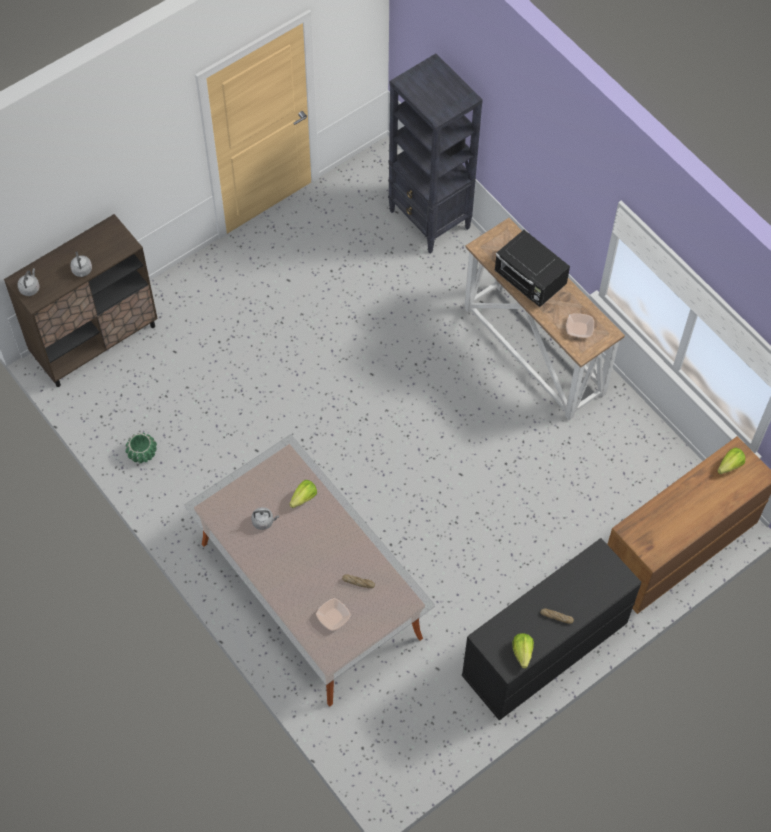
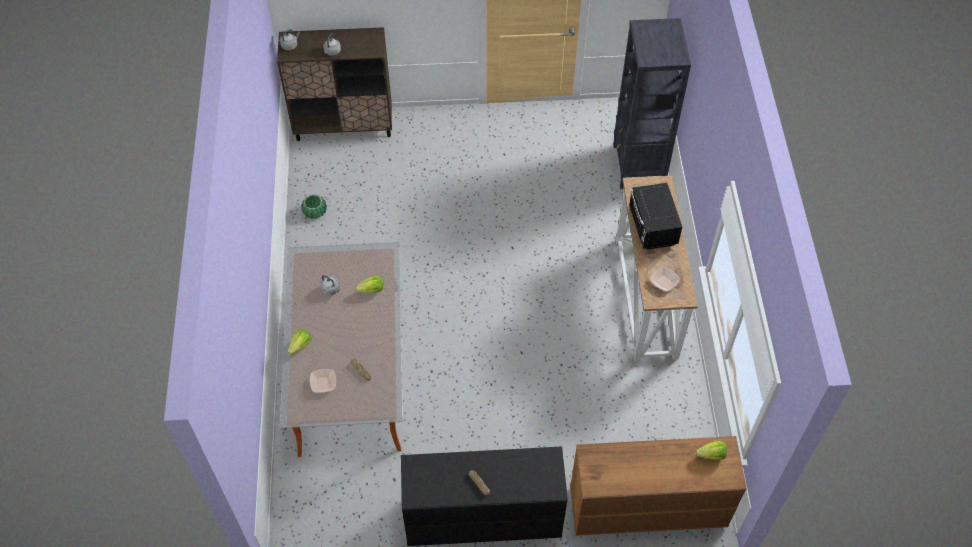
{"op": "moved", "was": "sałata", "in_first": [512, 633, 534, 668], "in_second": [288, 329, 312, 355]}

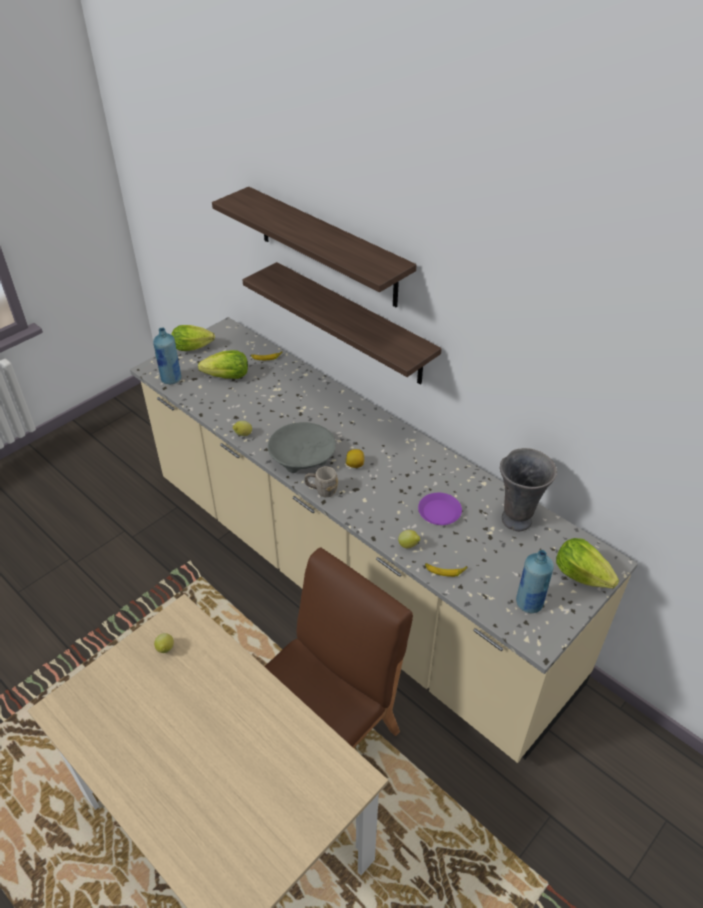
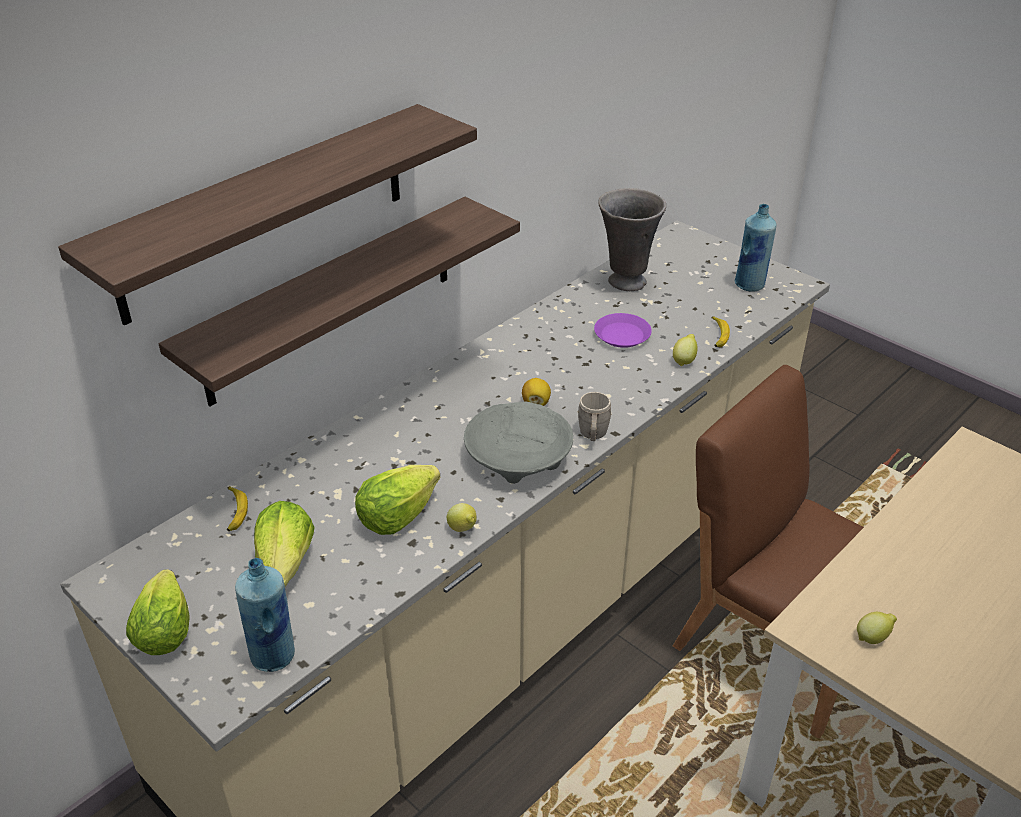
{"op": "moved", "was": "sałata", "in_first": [556, 538, 619, 588], "in_second": [355, 465, 440, 535]}

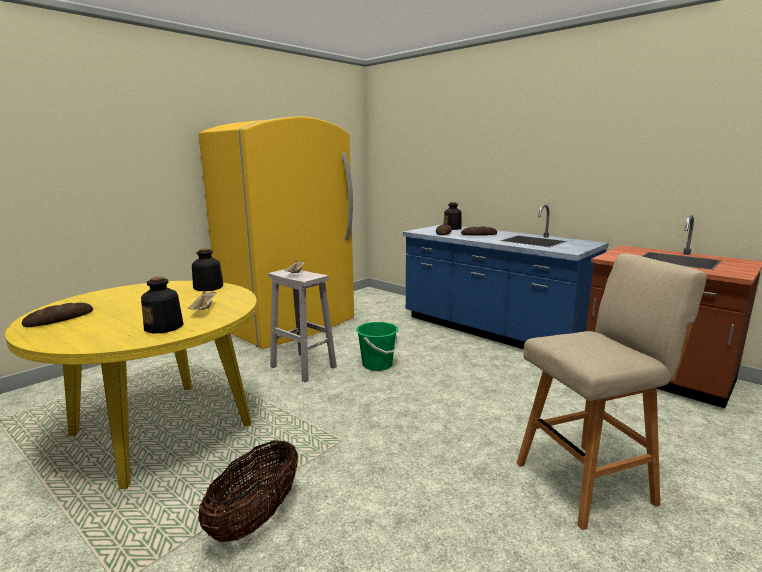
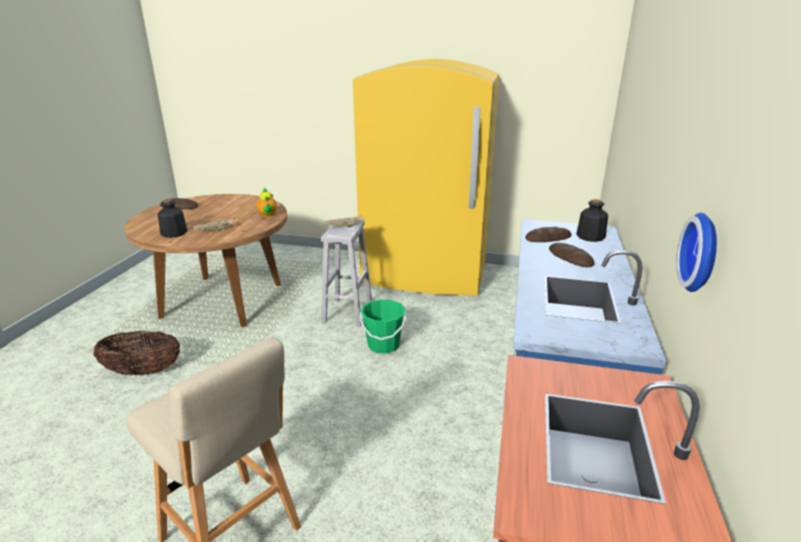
{"op": "added", "now": "zegar ścienny", "in_second": [676, 212, 717, 292]}
{"op": "replaced", "was": "butelka", "now": "imbryk", "in_first": [192, 248, 224, 291], "in_second": [257, 188, 277, 217]}
{"op": "recoloured", "was": "stół jadalny [żółty]", "now": "stół jadalny [brązowy]", "in_first": [5, 281, 257, 489], "in_second": [125, 194, 287, 327]}

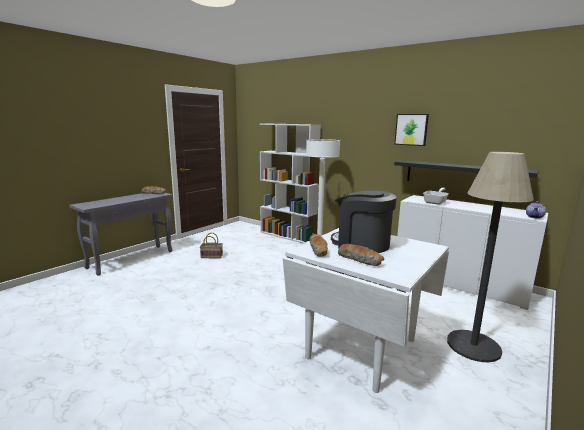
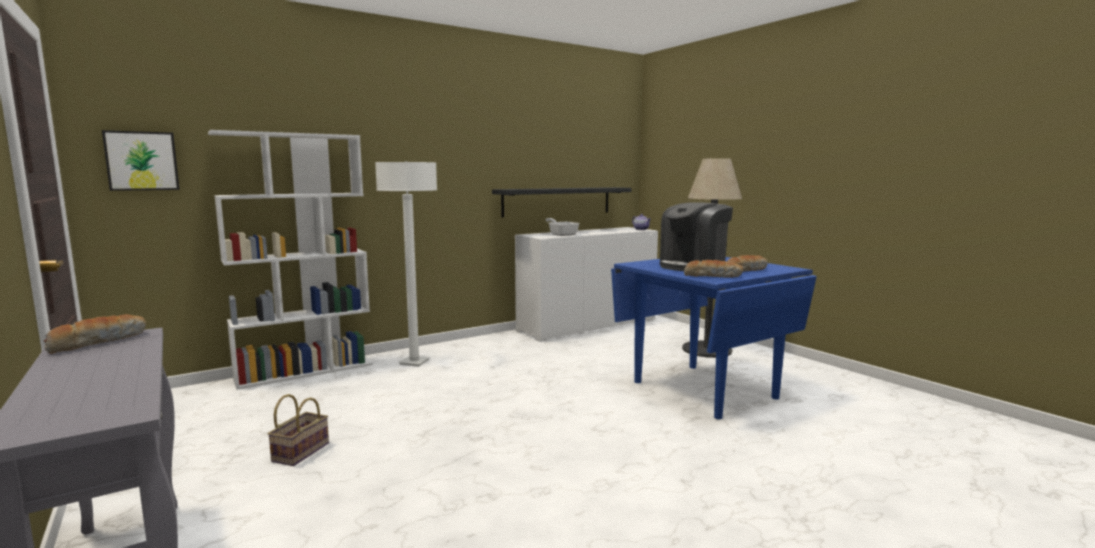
{"op": "moved", "was": "obraz", "in_first": [394, 114, 429, 146], "in_second": [102, 130, 180, 191]}
{"op": "recoloured", "was": "stół jadalny [biały]", "now": "stół jadalny [niebieski]", "in_first": [283, 228, 449, 393], "in_second": [611, 257, 817, 420]}

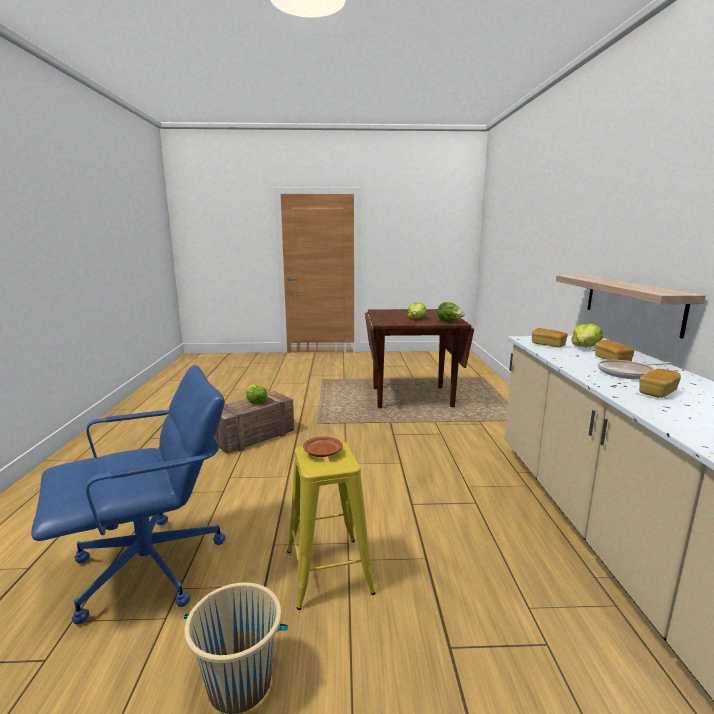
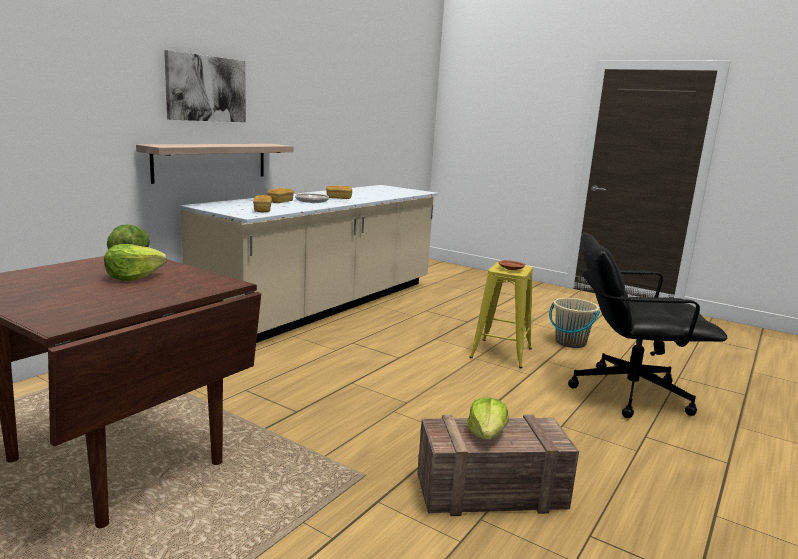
{"op": "removed", "was": "sałata", "in_first": [571, 323, 603, 347]}
{"op": "added", "now": "obraz", "in_second": [164, 50, 246, 122]}
{"op": "recoloured", "was": "krzesło biurowe [niebieski]", "now": "krzesło biurowe [czarny]", "in_first": [31, 365, 225, 625], "in_second": [568, 233, 727, 418]}

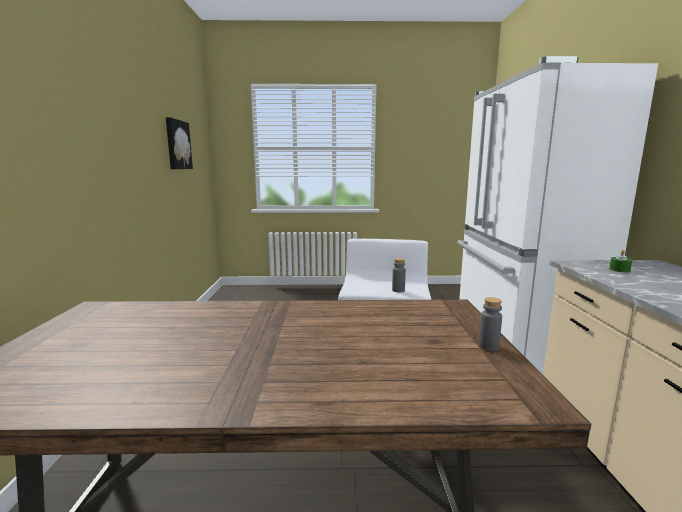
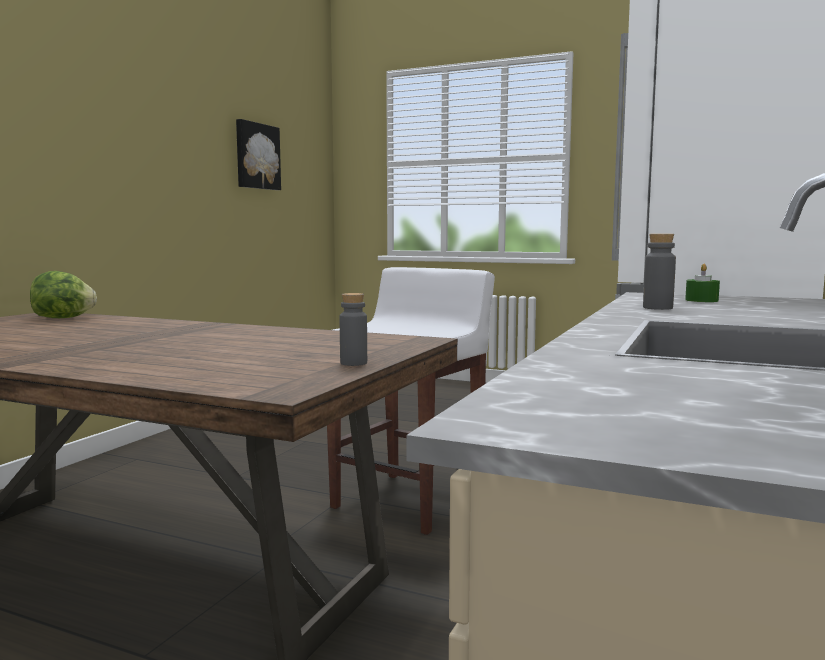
{"op": "added", "now": "sałata", "in_second": [30, 271, 97, 318]}
{"op": "moved", "was": "butelka [szary]", "in_first": [392, 258, 406, 293], "in_second": [643, 234, 676, 310]}

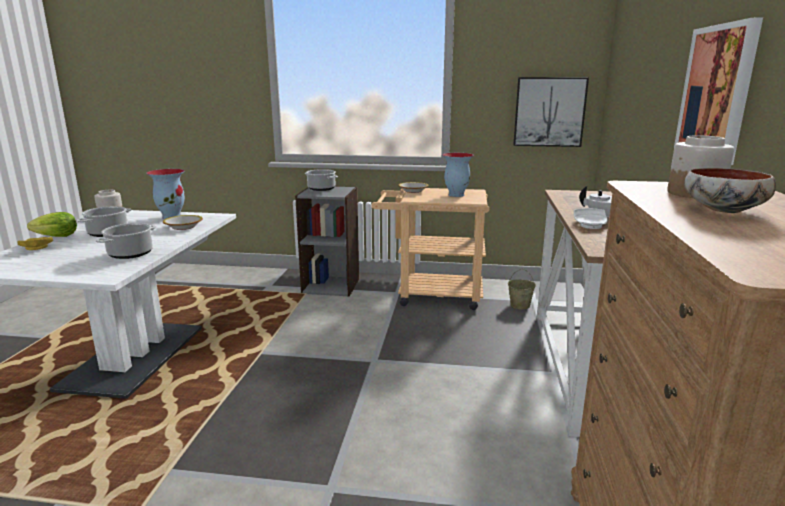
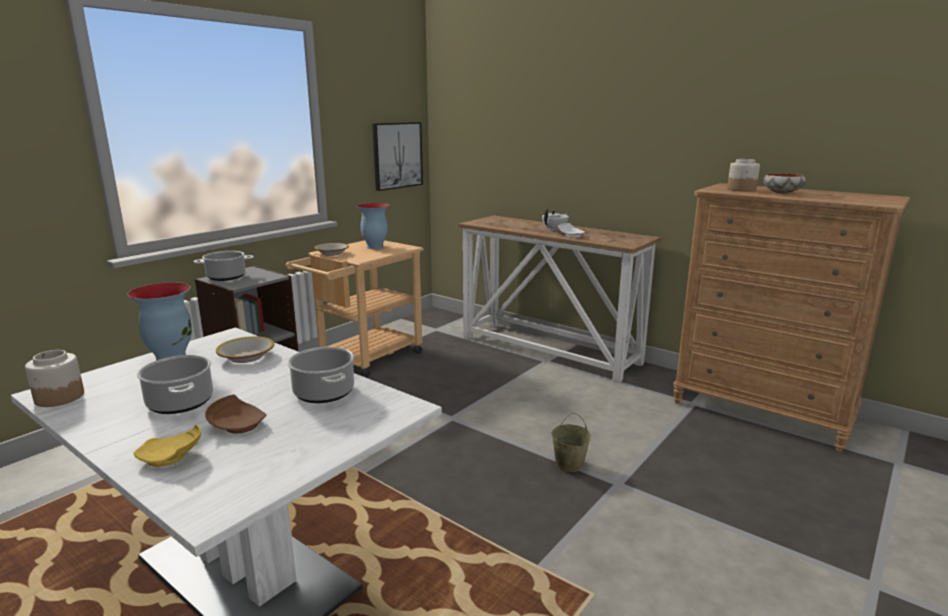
{"op": "removed", "was": "sałata", "in_first": [27, 212, 77, 237]}
{"op": "removed", "was": "obraz", "in_first": [674, 18, 763, 165]}
{"op": "added", "now": "talerz [brązowy]", "in_second": [205, 394, 266, 434]}
{"op": "moved", "was": "wiadro [beżowy]", "in_first": [508, 269, 536, 310], "in_second": [552, 413, 591, 472]}

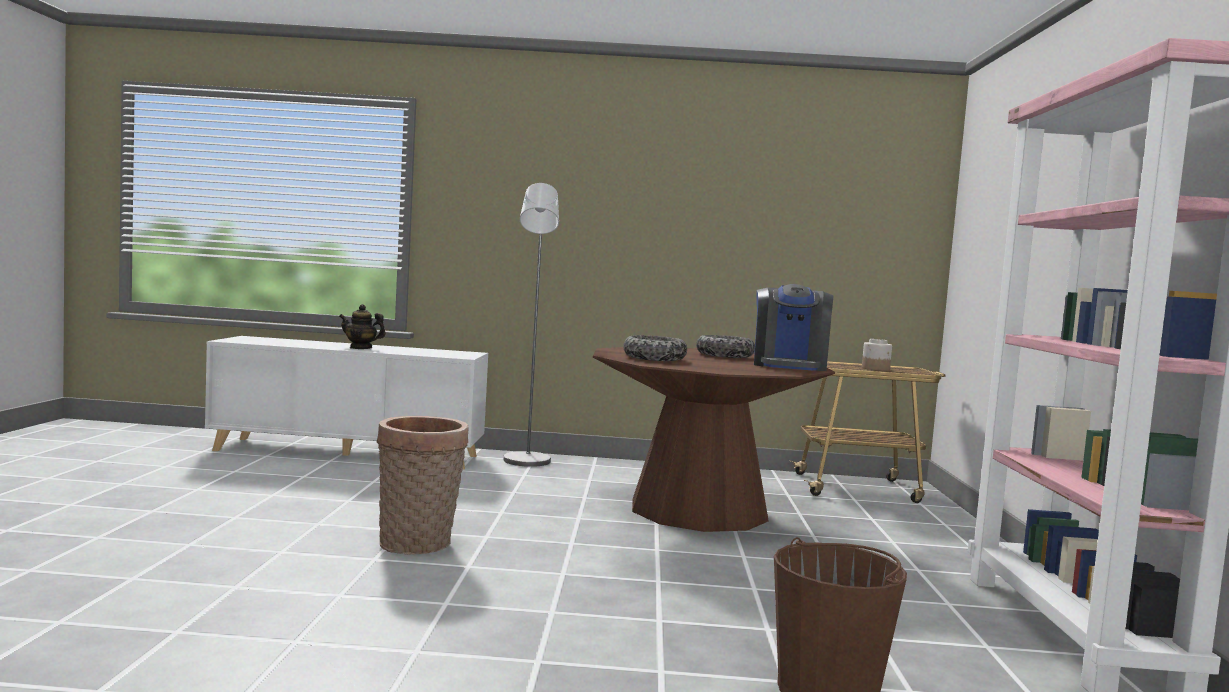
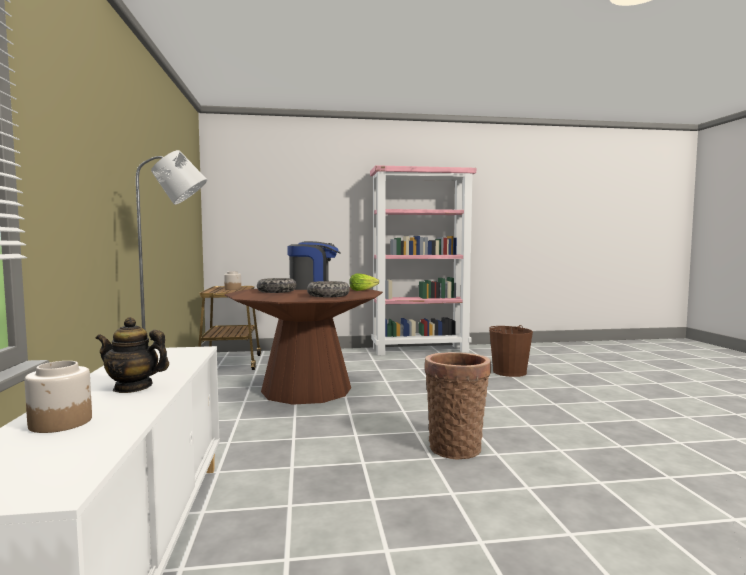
{"op": "added", "now": "słoik", "in_second": [24, 361, 92, 433]}
{"op": "added", "now": "sałata", "in_second": [349, 274, 379, 291]}
{"op": "turned", "was": "imbryk", "in_first": [339, 304, 386, 349], "in_second": [96, 317, 169, 393], "clockwise": 105}

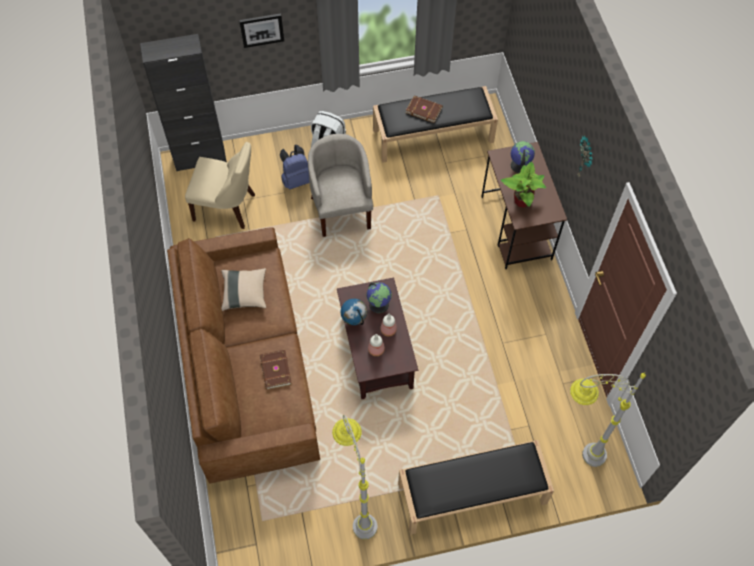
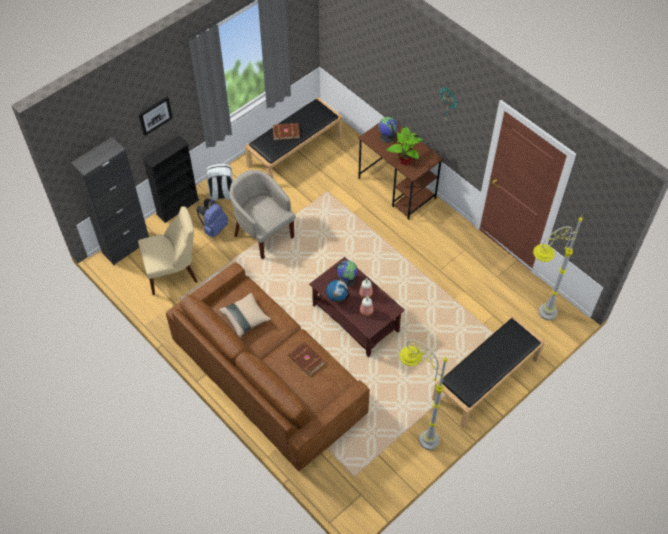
{"op": "added", "now": "regał [czarny]", "in_second": [142, 135, 199, 223]}

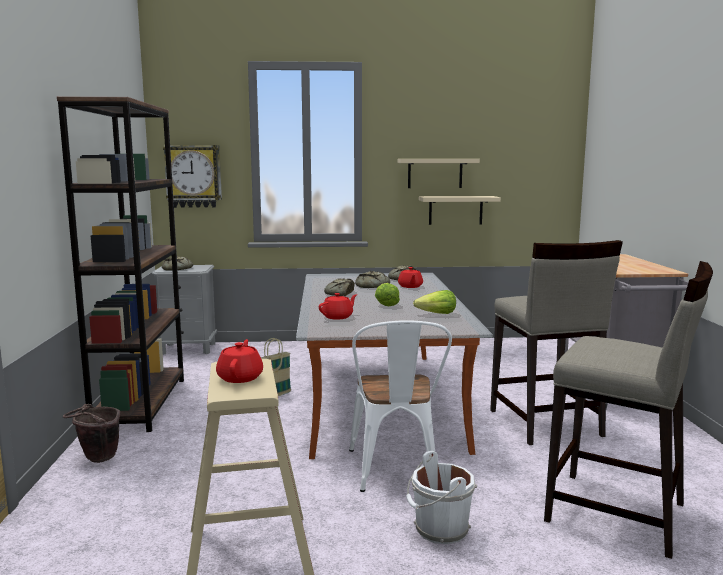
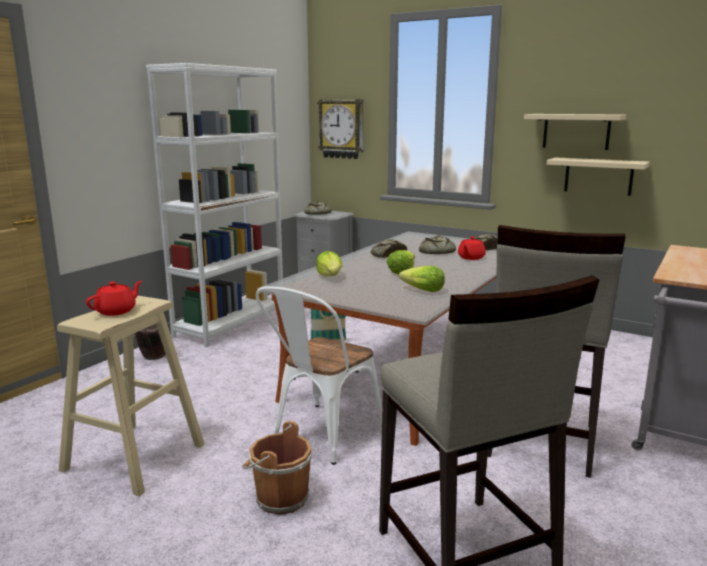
{"op": "replaced", "was": "imbryk [czerwony]", "now": "sałata", "in_first": [319, 293, 357, 320], "in_second": [316, 251, 342, 276]}
{"op": "recoloured", "was": "regał [brązowy]", "now": "regał [biały]", "in_first": [57, 96, 184, 432], "in_second": [146, 63, 283, 347]}
{"op": "recoloured", "was": "wiadro [biały]", "now": "wiadro [brązowy]", "in_first": [406, 451, 477, 544], "in_second": [242, 421, 312, 515]}

